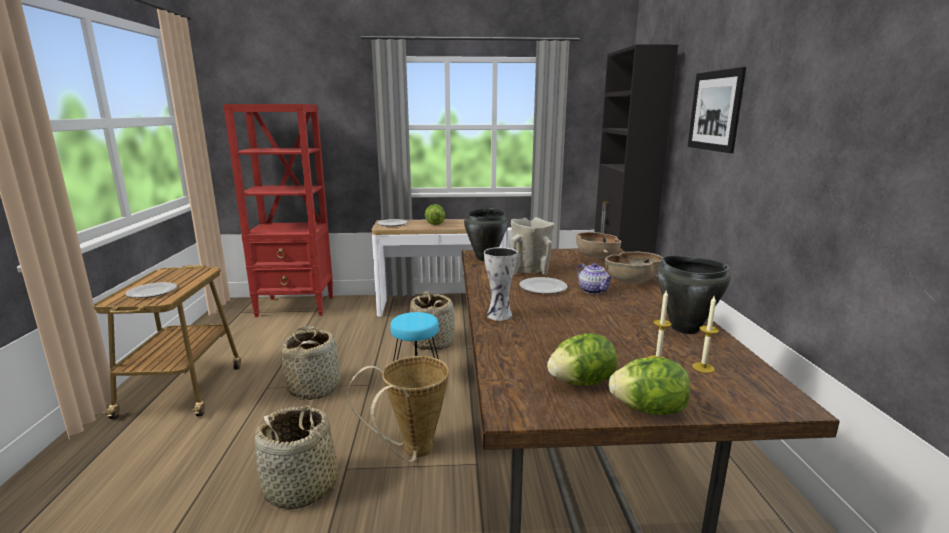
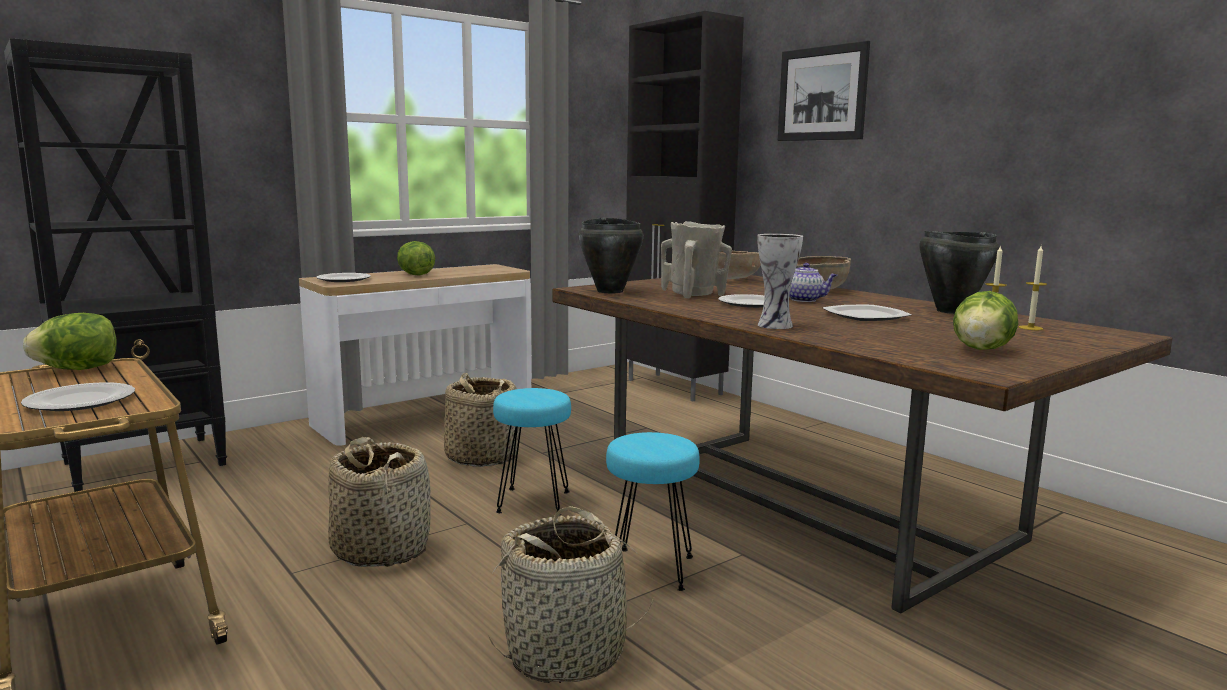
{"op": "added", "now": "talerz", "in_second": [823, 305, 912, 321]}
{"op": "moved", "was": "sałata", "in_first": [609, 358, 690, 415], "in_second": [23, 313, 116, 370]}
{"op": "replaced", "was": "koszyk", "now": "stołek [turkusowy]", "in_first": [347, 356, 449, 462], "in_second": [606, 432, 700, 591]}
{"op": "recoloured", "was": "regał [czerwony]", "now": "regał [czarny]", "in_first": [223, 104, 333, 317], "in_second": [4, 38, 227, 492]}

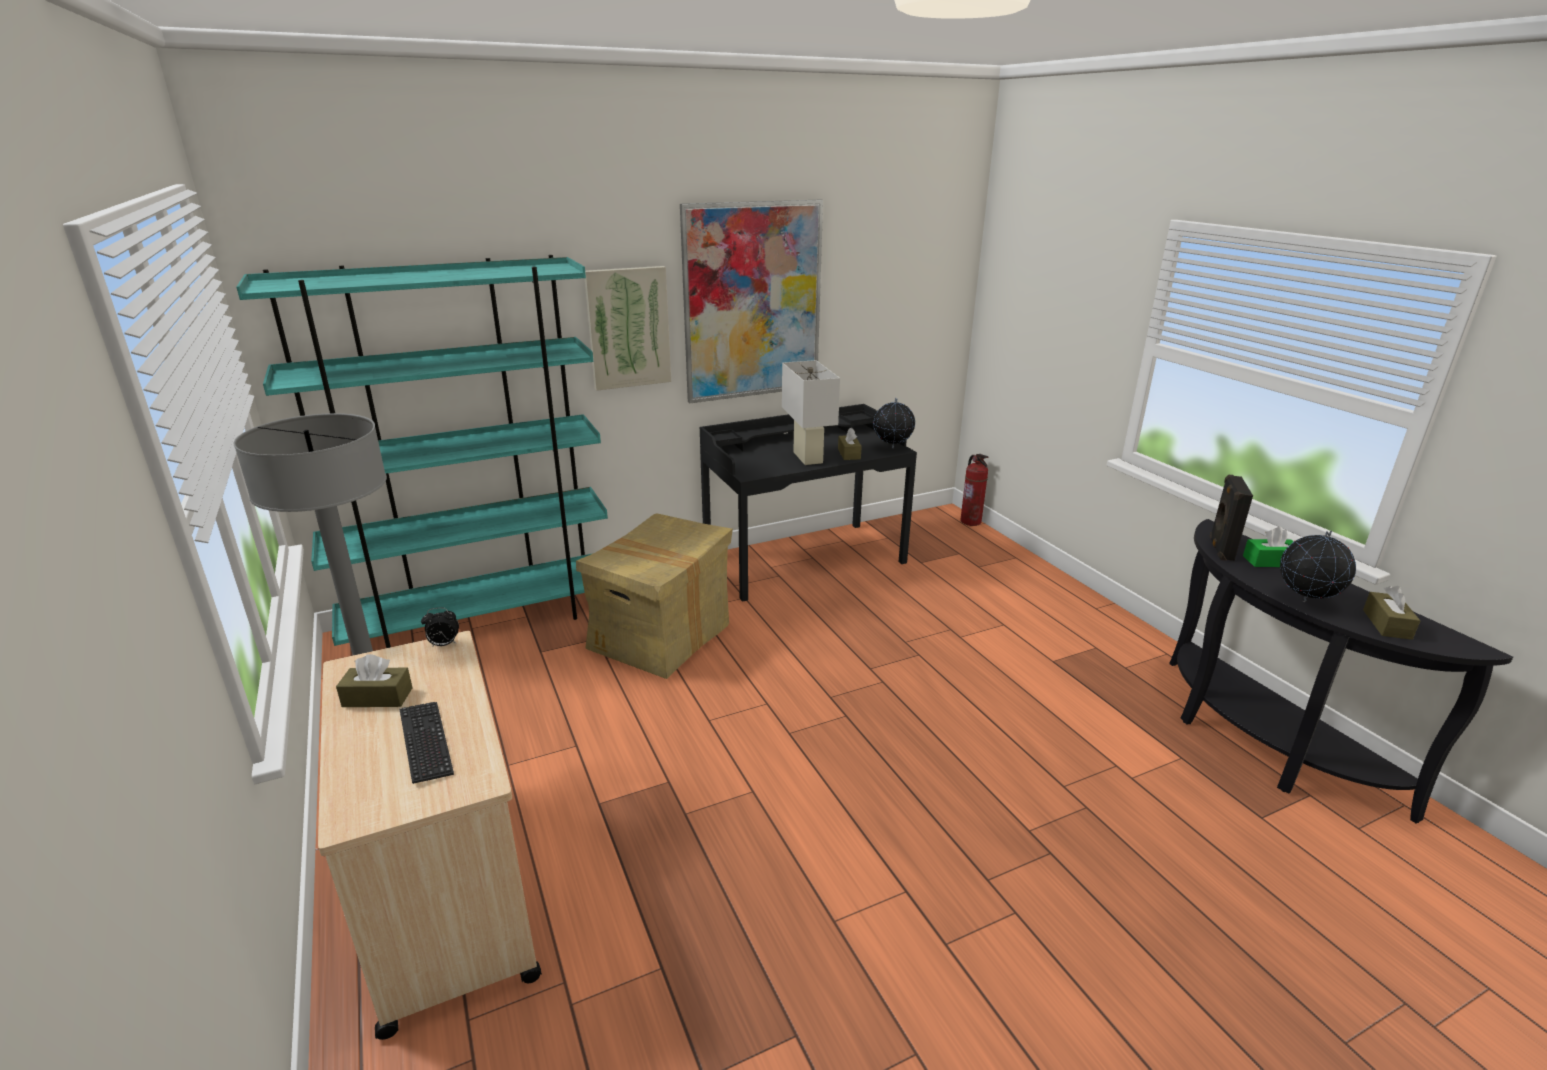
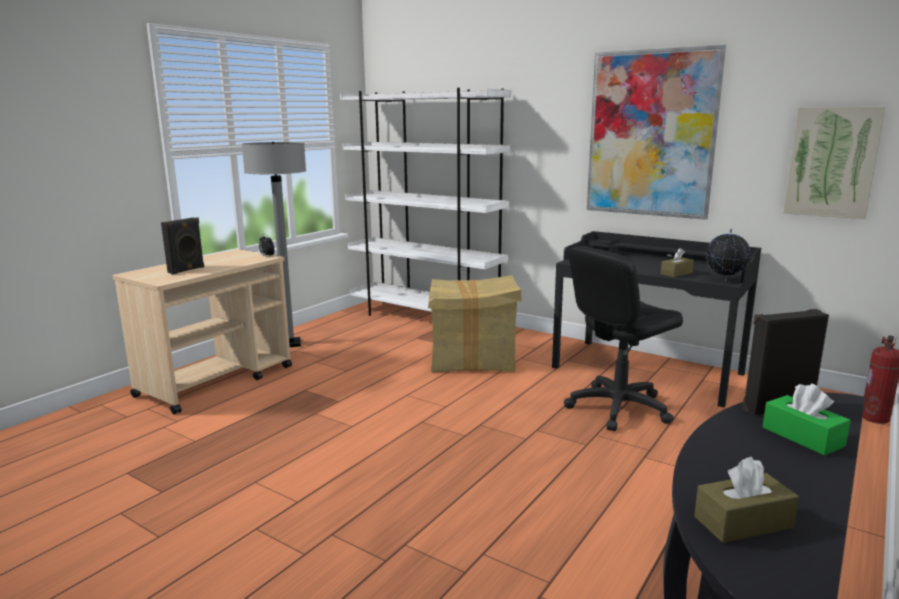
{"op": "removed", "was": "pudełko chusteczek [brązowy]", "in_first": [336, 654, 413, 707]}
{"op": "removed", "was": "lampa stołowa [biały]", "in_first": [782, 360, 840, 465]}
{"op": "removed", "was": "globus", "in_first": [1280, 531, 1356, 602]}
{"op": "added", "now": "krzesło biurowe [czarny]", "in_second": [564, 246, 683, 431]}
{"op": "moved", "was": "obraz", "in_first": [585, 266, 671, 391], "in_second": [783, 107, 885, 219]}
{"op": "replaced", "was": "klawiatura", "now": "głośnik [czarny]", "in_first": [400, 702, 454, 784], "in_second": [161, 217, 204, 275]}
{"op": "recoloured", "was": "regał [turkusowy]", "now": "regał [biały]", "in_first": [236, 255, 608, 648], "in_second": [340, 88, 511, 316]}

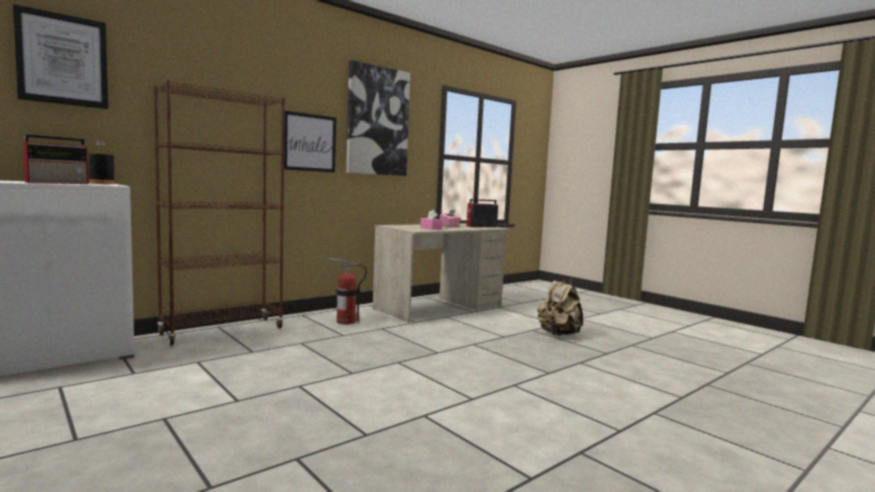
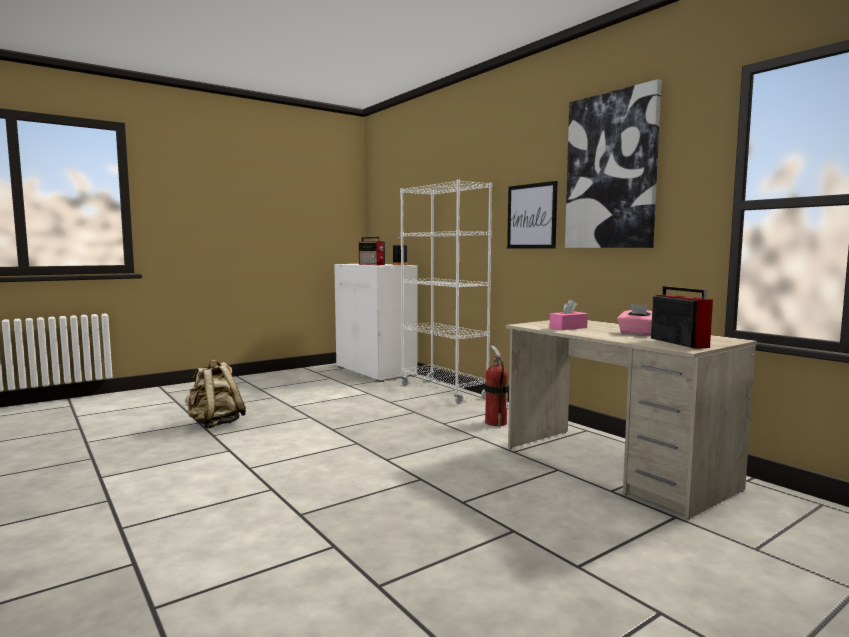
{"op": "removed", "was": "obraz", "in_first": [13, 4, 108, 109]}
{"op": "moved", "was": "plecak [beżowy]", "in_first": [538, 277, 583, 336], "in_second": [185, 360, 246, 429]}
{"op": "recoloured", "was": "regał [brązowy]", "now": "regał [biały]", "in_first": [153, 80, 285, 346], "in_second": [400, 180, 492, 404]}

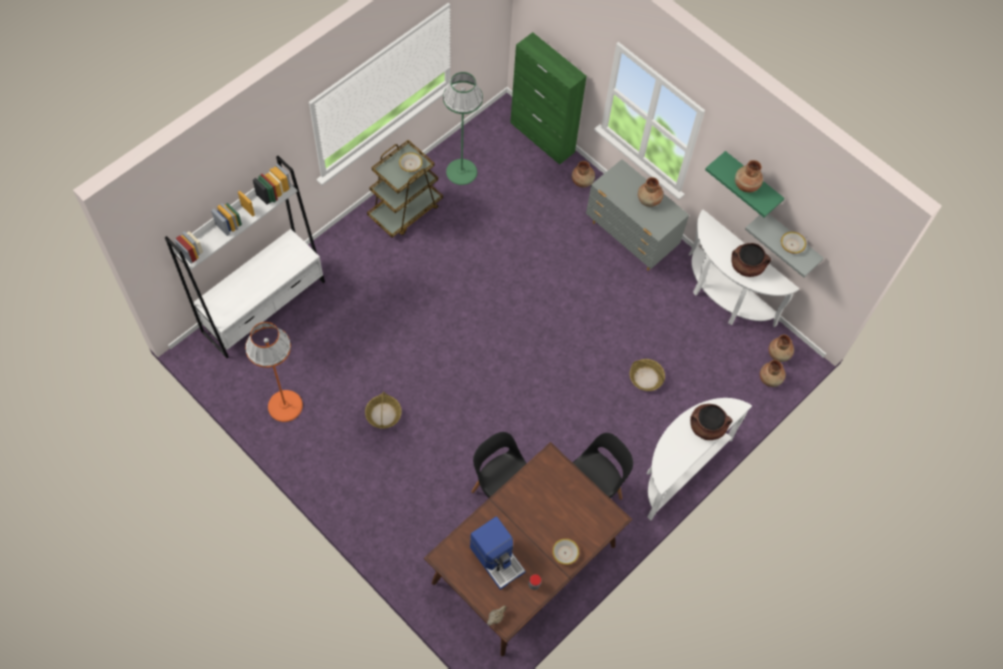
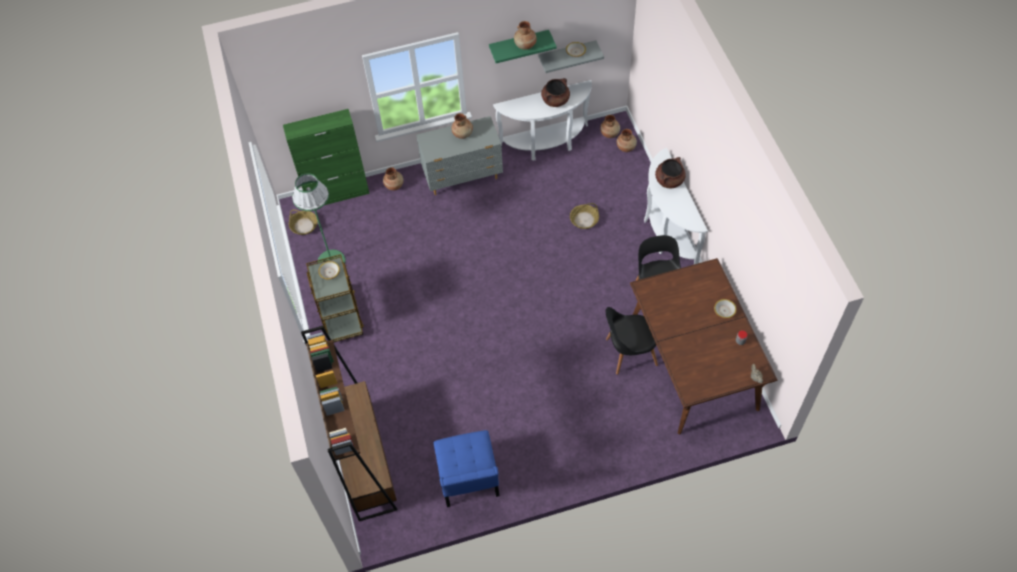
{"op": "removed", "was": "ekspres do kawy", "in_first": [470, 517, 525, 590]}
{"op": "moved", "was": "koszyk", "in_first": [365, 391, 402, 429], "in_second": [289, 210, 318, 235]}
{"op": "replaced", "was": "lampa stojąca [pomarańczowy]", "now": "krzesło [niebieski]", "in_first": [245, 322, 303, 422], "in_second": [434, 430, 500, 507]}
{"op": "recoloured", "was": "regał [biały]", "now": "regał [brązowy]", "in_first": [165, 156, 325, 358], "in_second": [301, 326, 397, 521]}

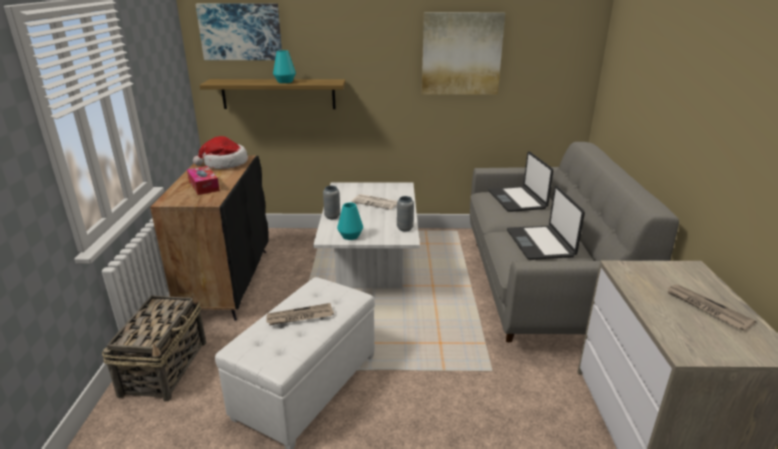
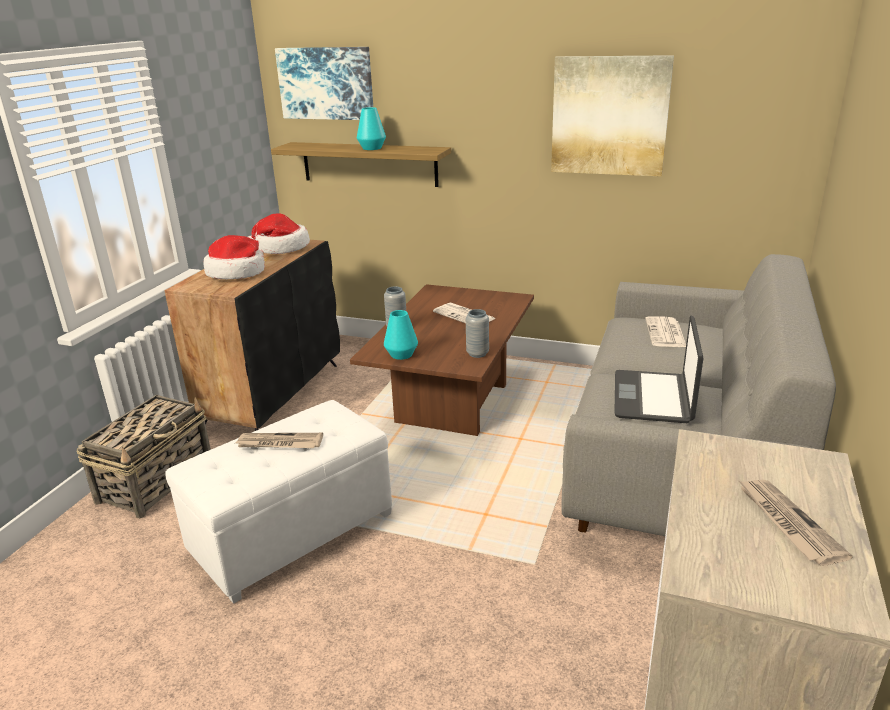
{"op": "replaced", "was": "pudełko chusteczek", "now": "kapelusz", "in_first": [187, 166, 220, 195], "in_second": [204, 235, 265, 279]}
{"op": "replaced", "was": "laptop", "now": "gazeta", "in_first": [489, 151, 553, 212], "in_second": [645, 316, 686, 347]}
{"op": "recoloured", "was": "ława [biały]", "now": "ława [brązowy]", "in_first": [313, 183, 420, 289], "in_second": [350, 284, 534, 436]}

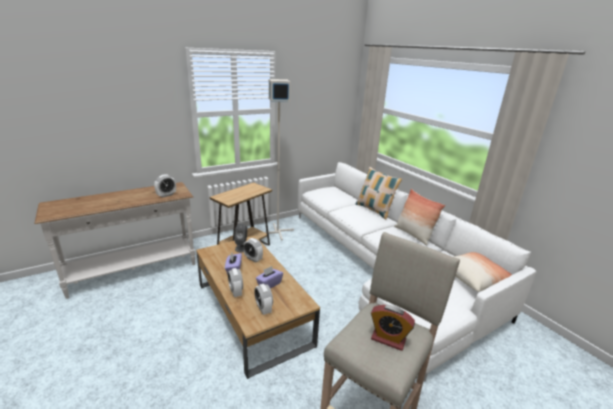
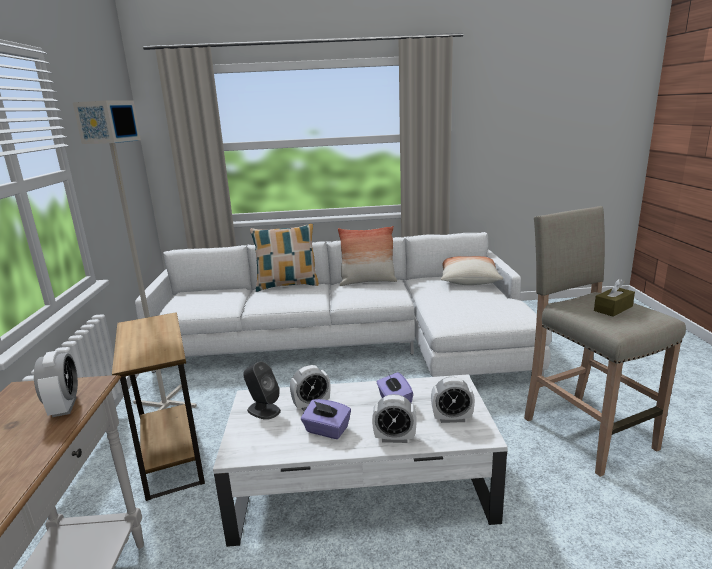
{"op": "replaced", "was": "budzik", "now": "pudełko chusteczek [brązowy]", "in_first": [371, 305, 415, 351], "in_second": [594, 279, 635, 317]}
{"op": "recoloured", "was": "ława [brązowy]", "now": "ława [biały]", "in_first": [196, 236, 320, 379], "in_second": [213, 374, 508, 547]}

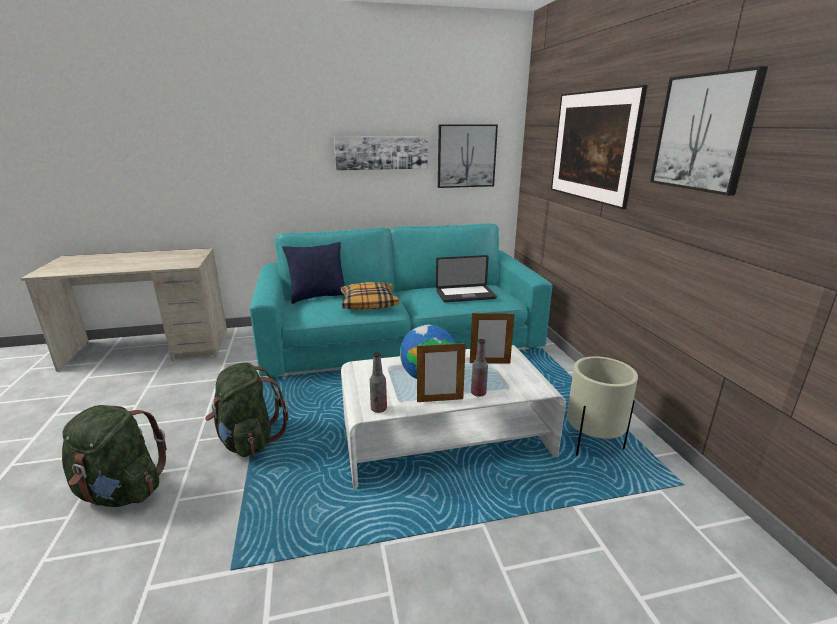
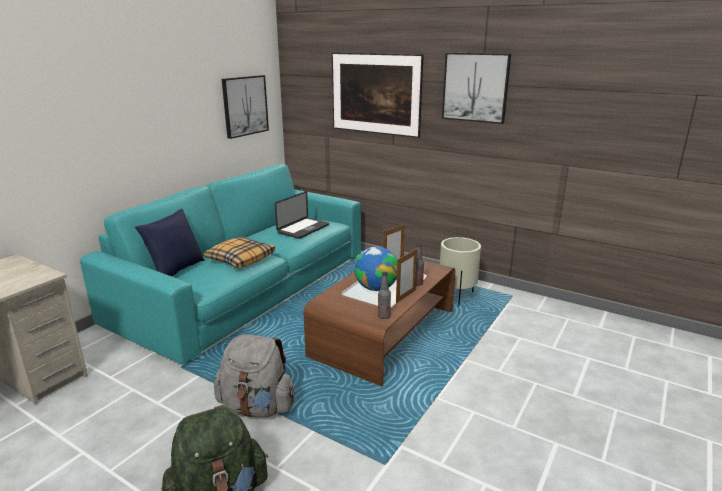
{"op": "removed", "was": "obraz", "in_first": [334, 136, 428, 171]}
{"op": "recoloured", "was": "plecak [zielony]", "now": "plecak [szary]", "in_first": [205, 363, 289, 457], "in_second": [214, 334, 295, 417]}
{"op": "recoloured", "was": "ława [biały]", "now": "ława [brązowy]", "in_first": [341, 345, 566, 490], "in_second": [304, 261, 455, 386]}

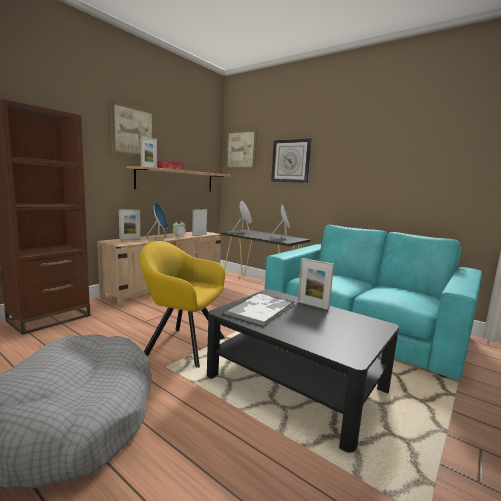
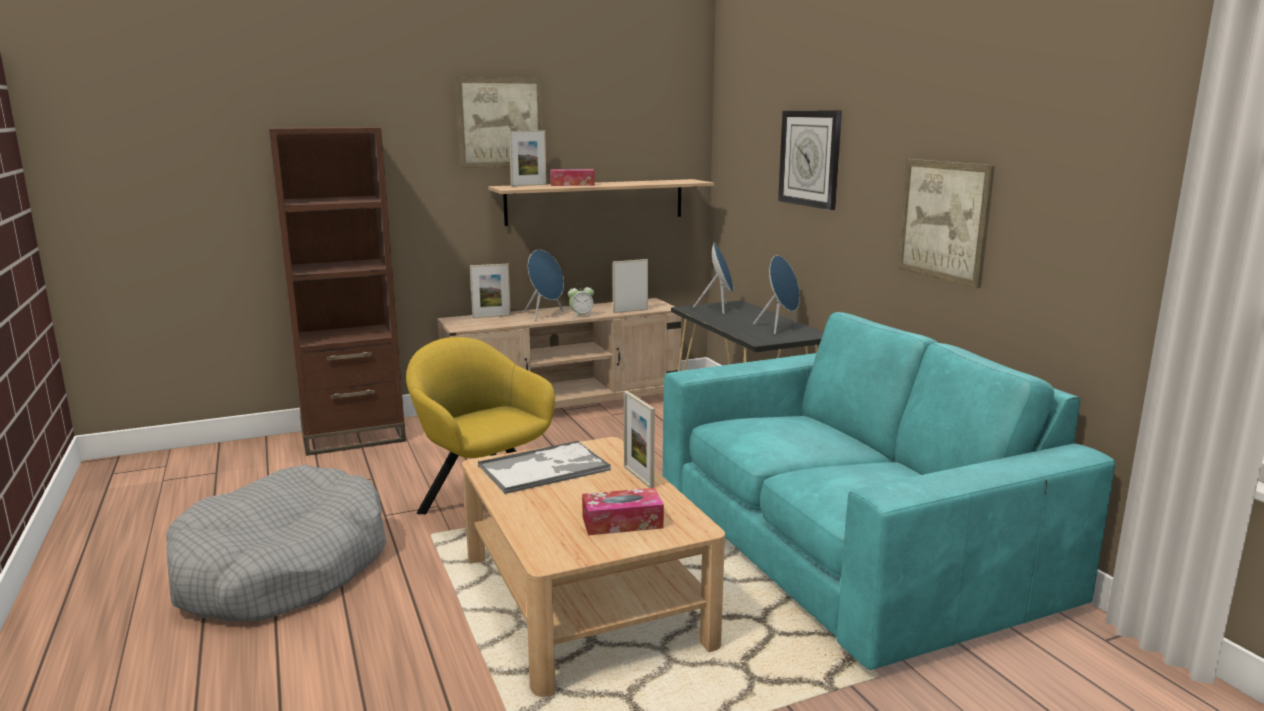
{"op": "added", "now": "pudełko chusteczek", "in_second": [582, 488, 664, 535]}
{"op": "moved", "was": "obraz", "in_first": [225, 129, 257, 170], "in_second": [897, 159, 995, 288]}
{"op": "recoloured", "was": "ława [czarny]", "now": "ława [beżowy]", "in_first": [207, 289, 399, 453], "in_second": [462, 437, 725, 697]}

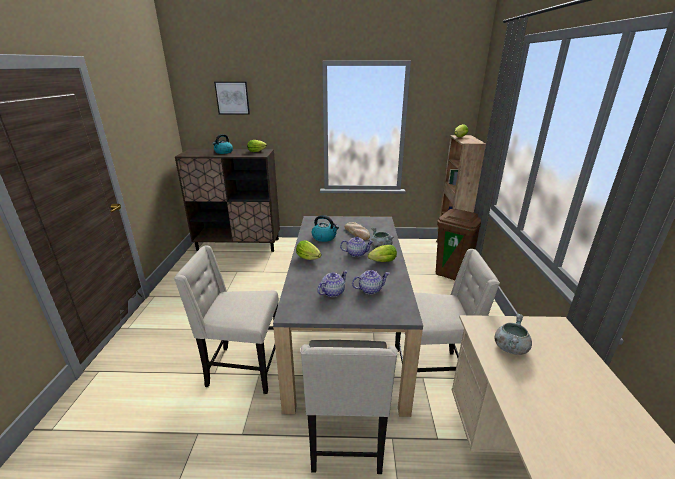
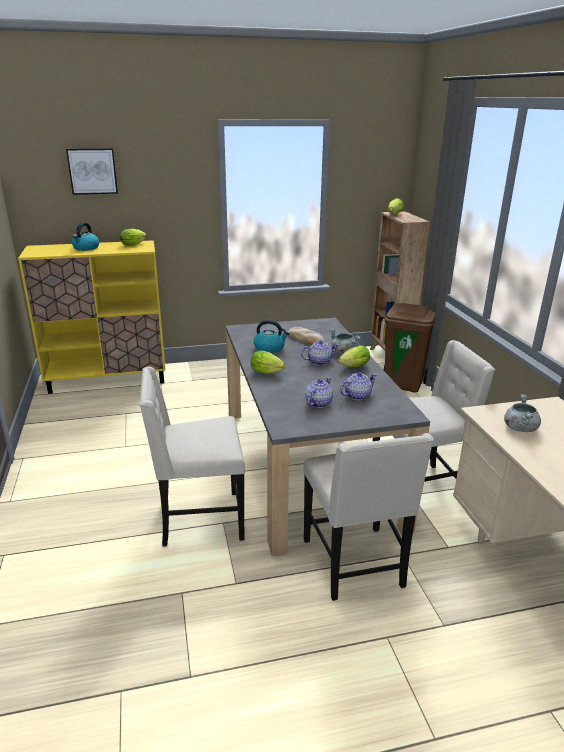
{"op": "recoloured", "was": "szafka [brązowy]", "now": "szafka [żółty]", "in_first": [175, 149, 280, 252], "in_second": [18, 240, 166, 394]}

